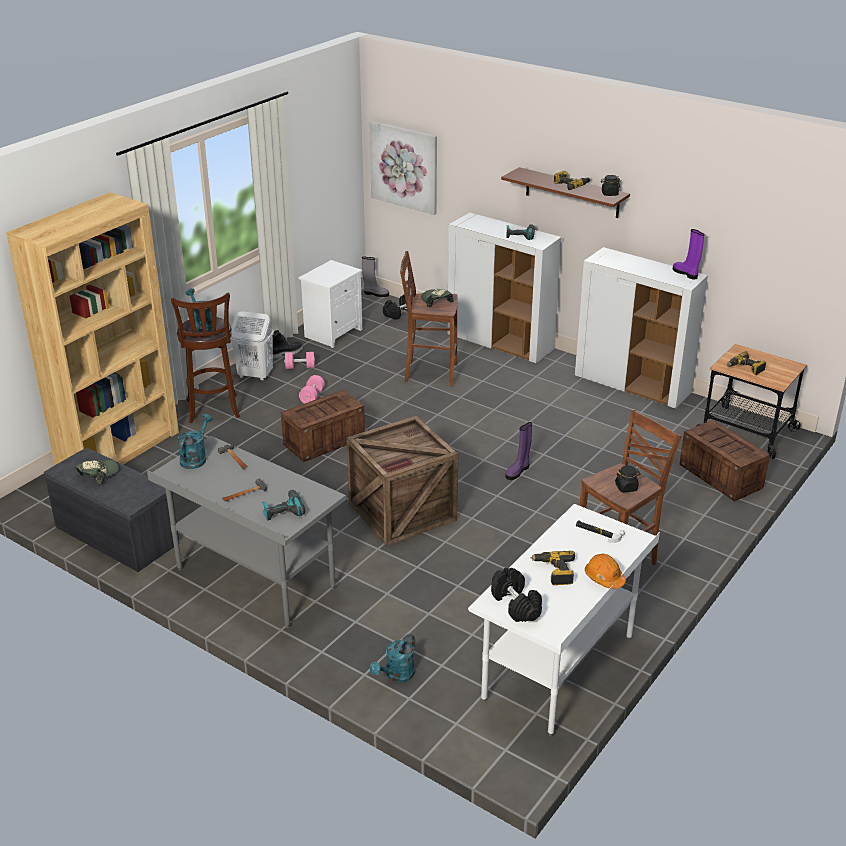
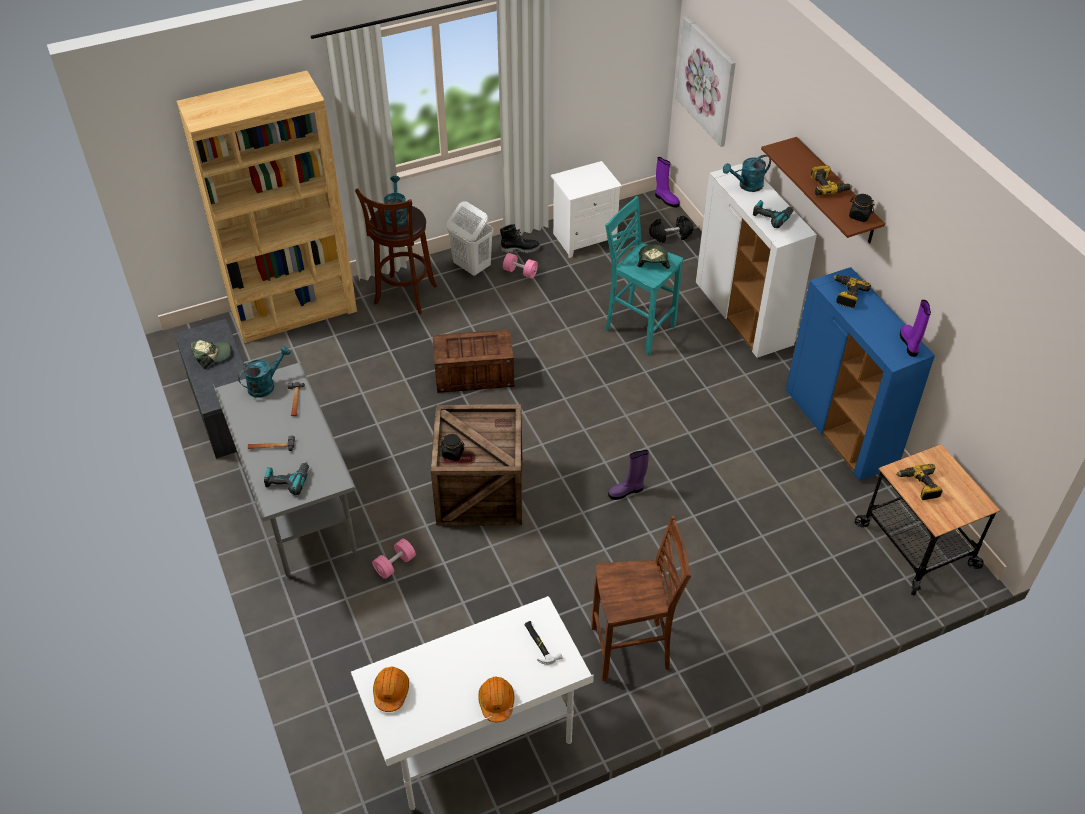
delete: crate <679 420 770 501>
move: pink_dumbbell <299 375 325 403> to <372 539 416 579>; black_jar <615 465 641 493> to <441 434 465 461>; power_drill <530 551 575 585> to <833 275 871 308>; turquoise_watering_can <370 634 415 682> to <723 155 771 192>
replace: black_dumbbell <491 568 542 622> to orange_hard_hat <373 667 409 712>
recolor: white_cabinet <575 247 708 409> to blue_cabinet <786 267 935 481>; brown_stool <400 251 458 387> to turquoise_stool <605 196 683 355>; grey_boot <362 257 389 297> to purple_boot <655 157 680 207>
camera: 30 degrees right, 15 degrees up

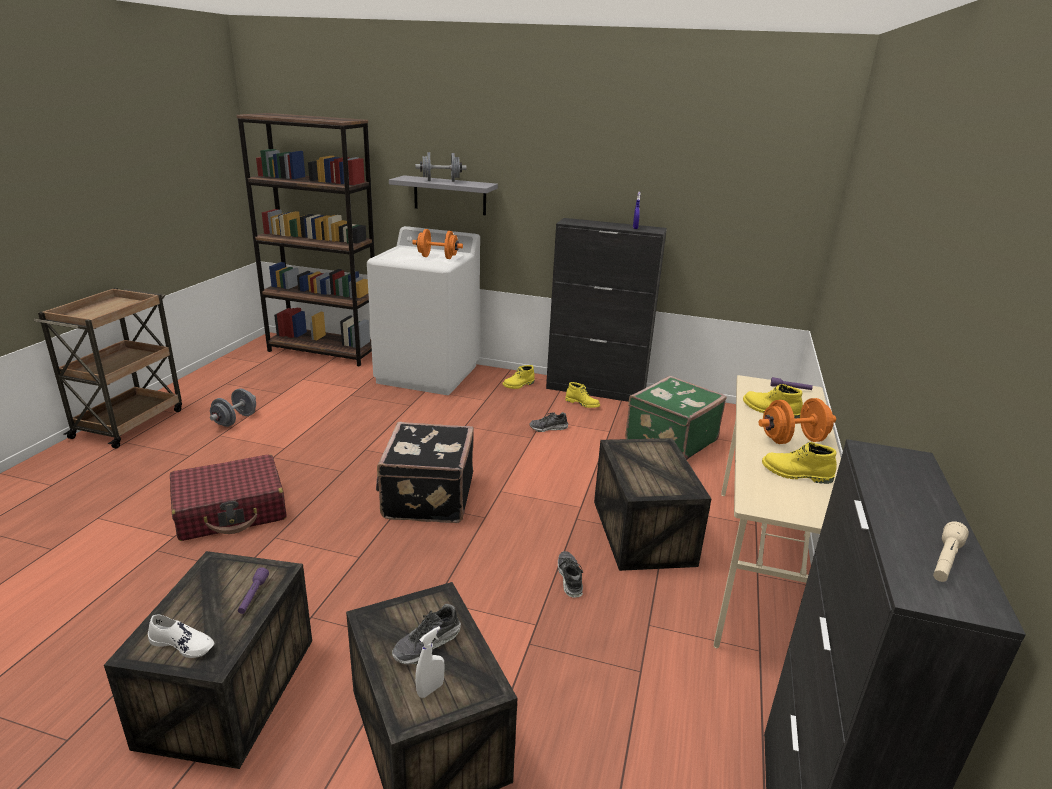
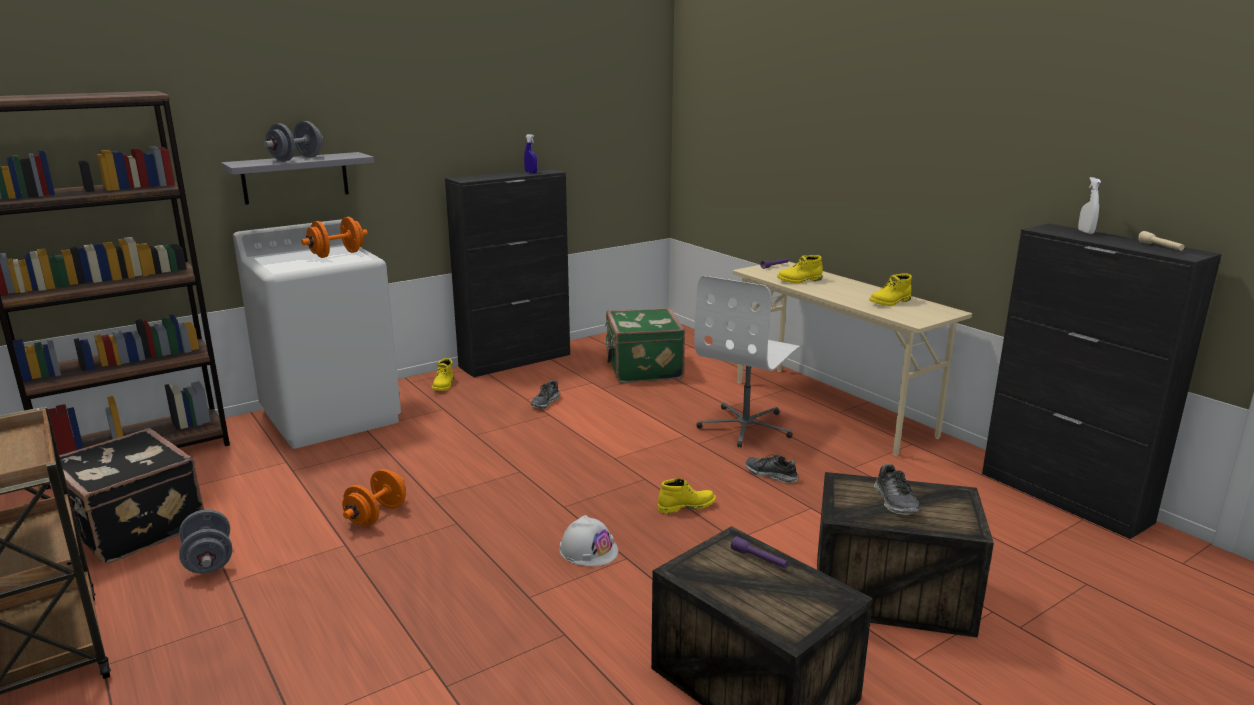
delete: red_suitcase <170 454 287 541>; white_shoe <148 615 214 658>
insert: white_hard_hat <559 515 618 566>
move: yellow_boot <565 382 600 408> to <658 478 716 514>; orange_dumbbell <759 398 836 444> to <342 469 406 526>; black_suitcase <376 422 474 523> to <49 428 204 563>; white_spray_bottle <415 626 445 698> to <1078 177 1101 234>
replace: crate <594 438 711 571> to white_office_chair <694 276 800 448>
camera: 50 degrees left, 5 degrees down

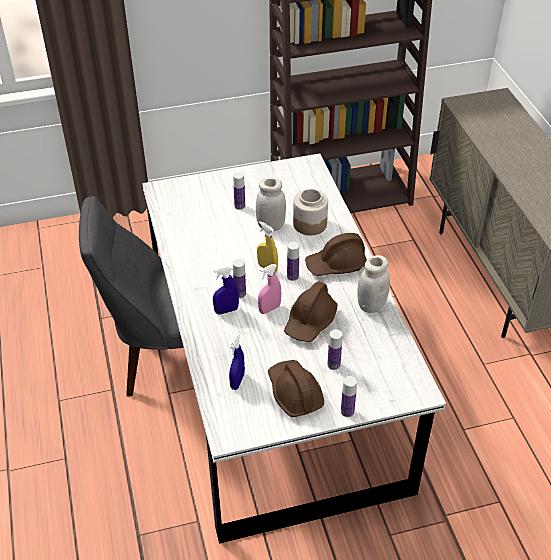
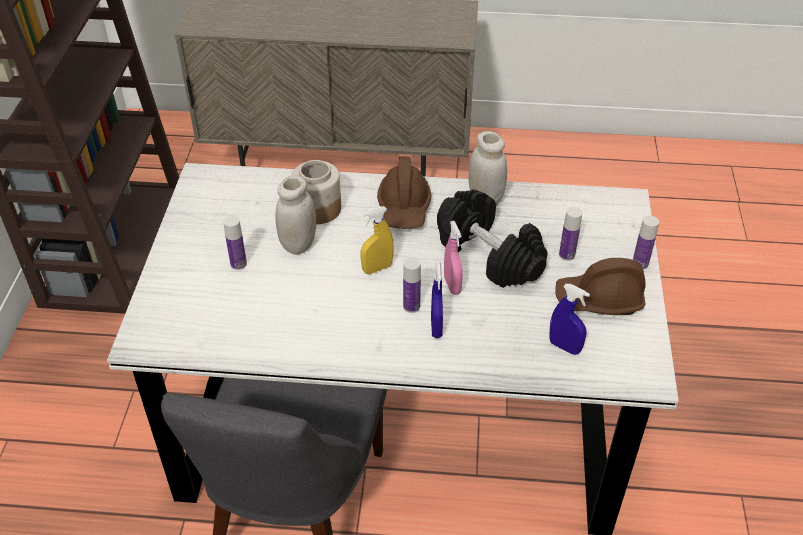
delete: bottle <287 242 299 281>
replace: brown_hard_hat <284 281 337 342> to black_dumbbell <437 189 547 288>
camera: 70 degrees left, 0 degrees up

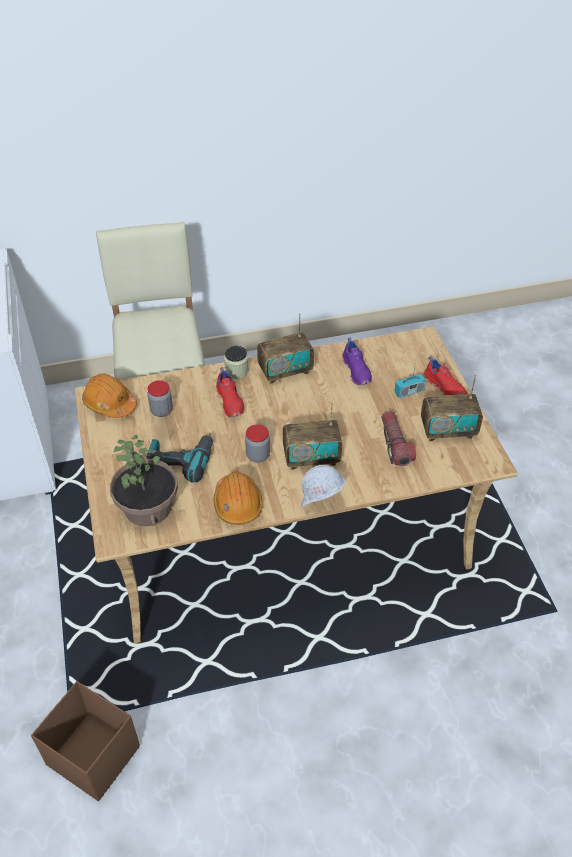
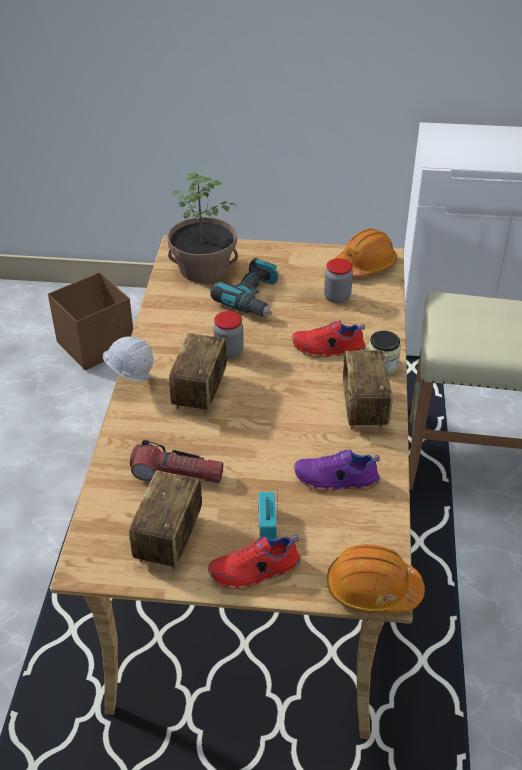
move: orange_hard_hat <213 472 263 525> to <326 544 425 613>
camera: 110 degrees right, 5 degrees down

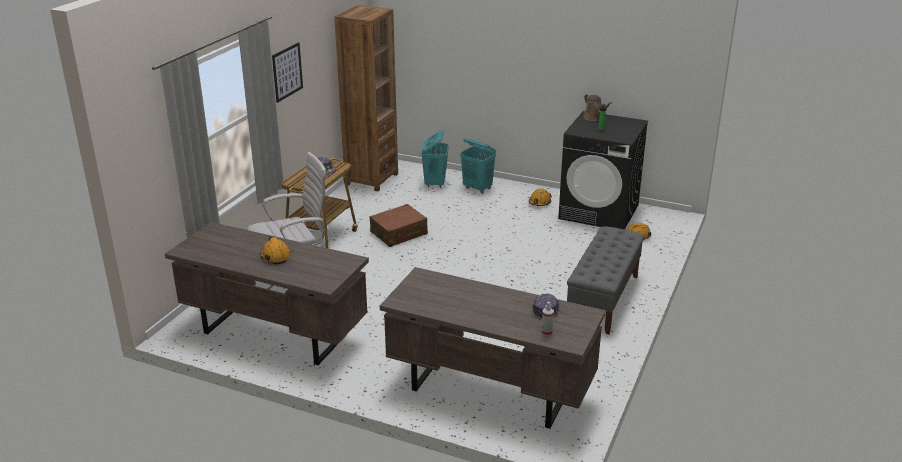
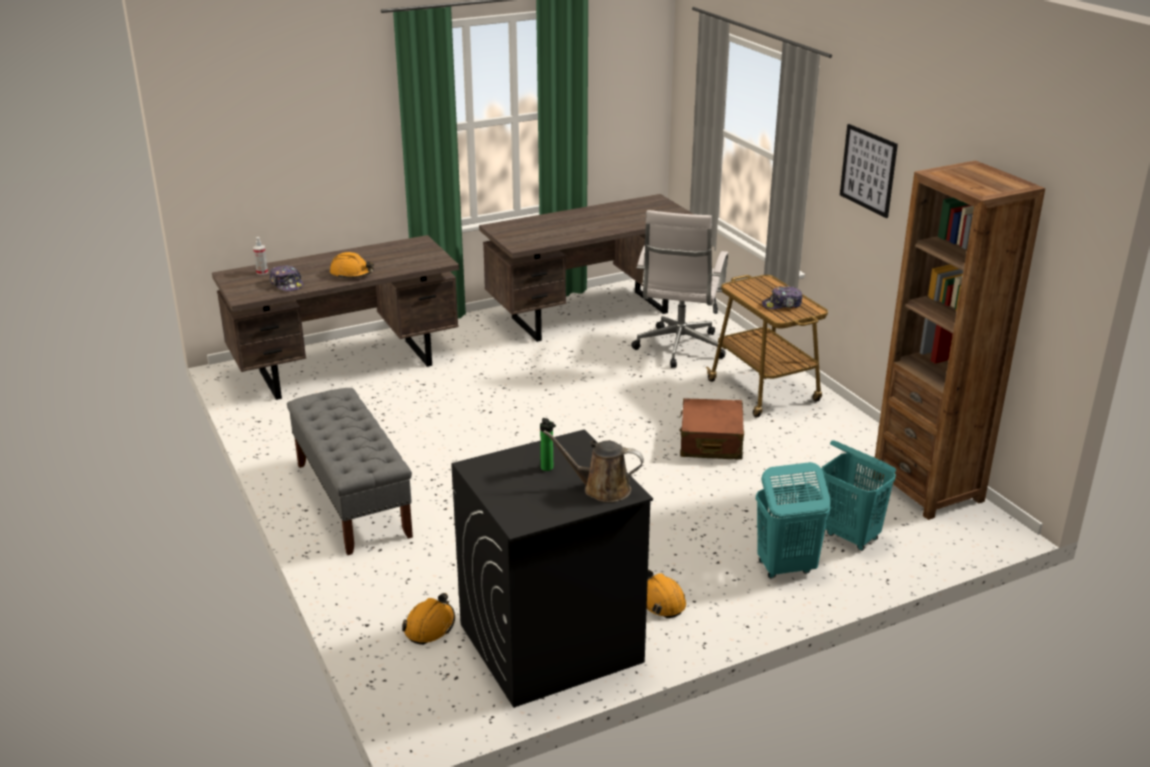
move: orange_hard_hat <261 236 291 265> to <330 252 374 279>
camera: 130 degrees right, 0 degrees up

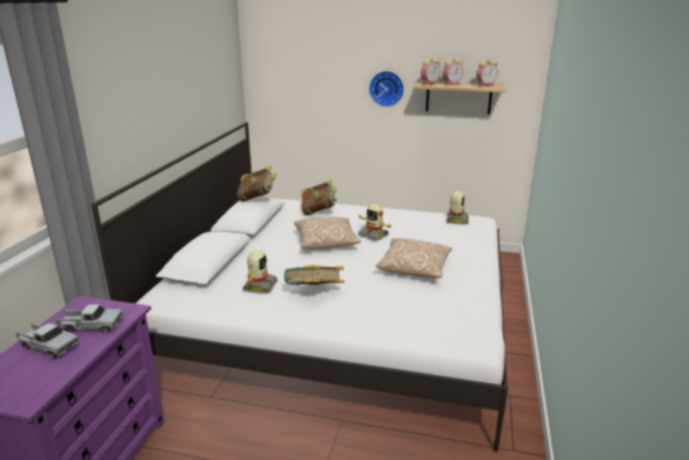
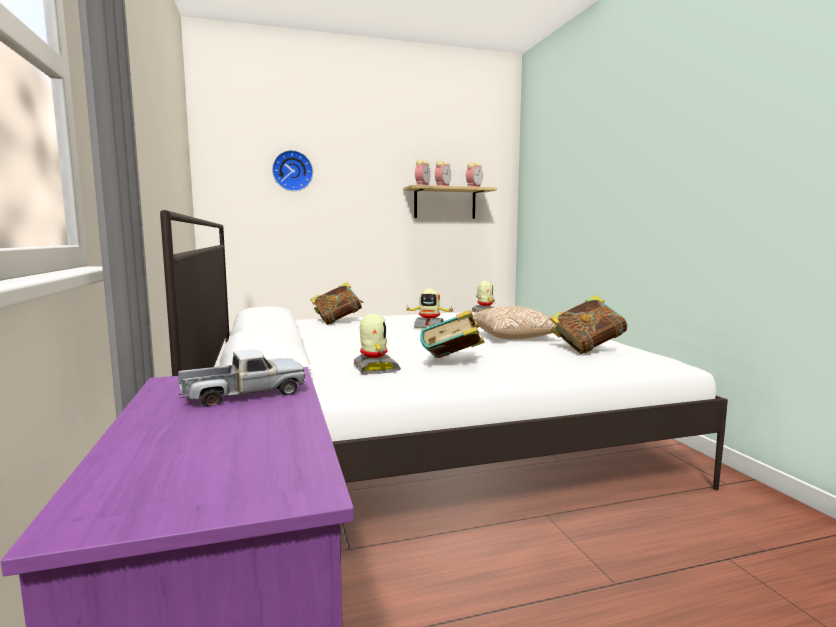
delete: pillow <294 217 361 249>; toy_truck <16 323 79 359>
move: wall_clock <369 71 404 107> to <272 150 313 191>; book <237 166 277 202> to <550 295 628 354>
camera: 30 degrees left, 15 degrees down

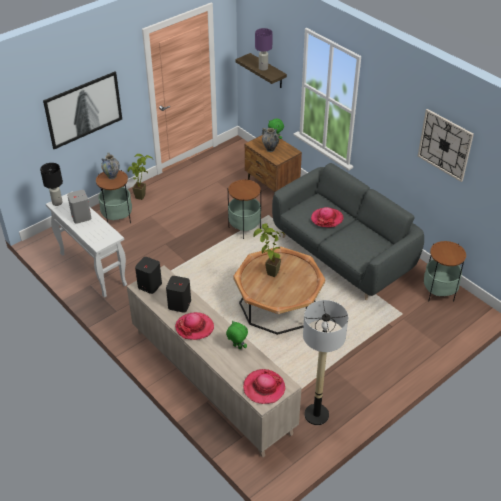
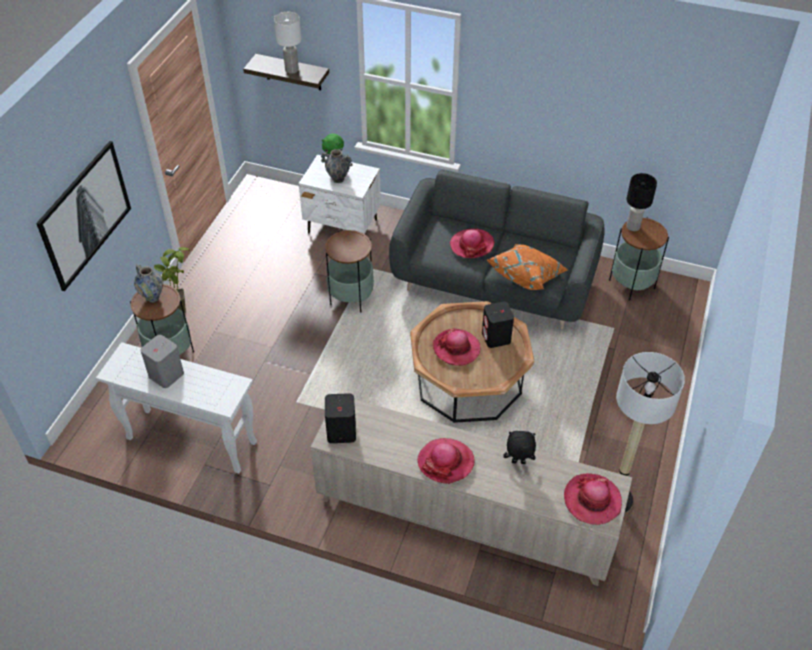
delete: wall_clock <418 109 474 182>
insert: orange_pillow <486 244 568 290>
move: black_table_lamp <40 163 63 206> to <626 173 657 231>; black_speaker <166 276 191 313> to <482 302 514 348>
replace: potted_plant <254 223 285 277> to hat <432 328 480 366>
recolor: purple_table_lamp <255 28 273 71> to white_table_lamp <274 12 302 74>; brown_nightstand <245 135 302 193> to white_nightstand <299 155 381 234>; green_plush_toy <226 321 248 349> to black_plush_toy <504 431 536 464>
camera: 30 degrees left, 5 degrees up

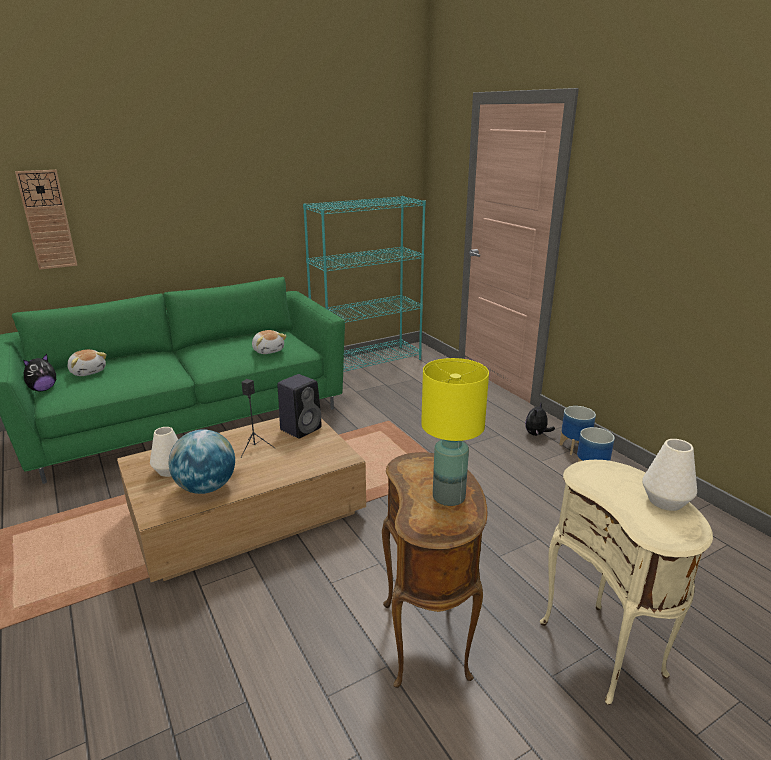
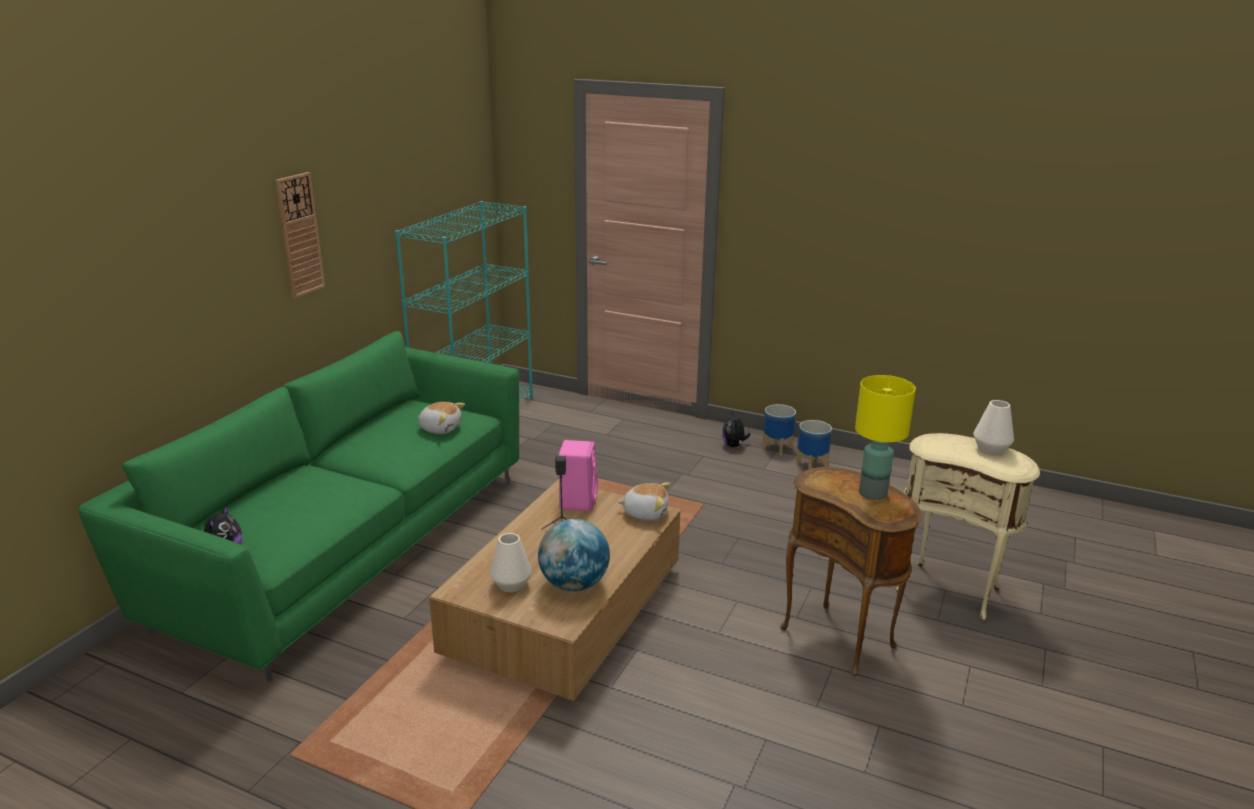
move: wall_clock <15 170 78 270> to <275 172 325 298>; plush_toy <68 349 107 376> to <618 482 670 521>
recolor: black_speaker <277 374 322 439> to pink_speaker <558 440 598 511>
camera: 35 degrees left, 0 degrees up

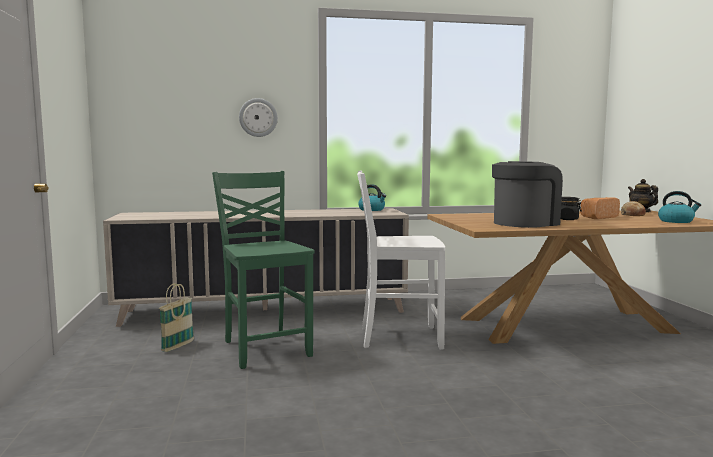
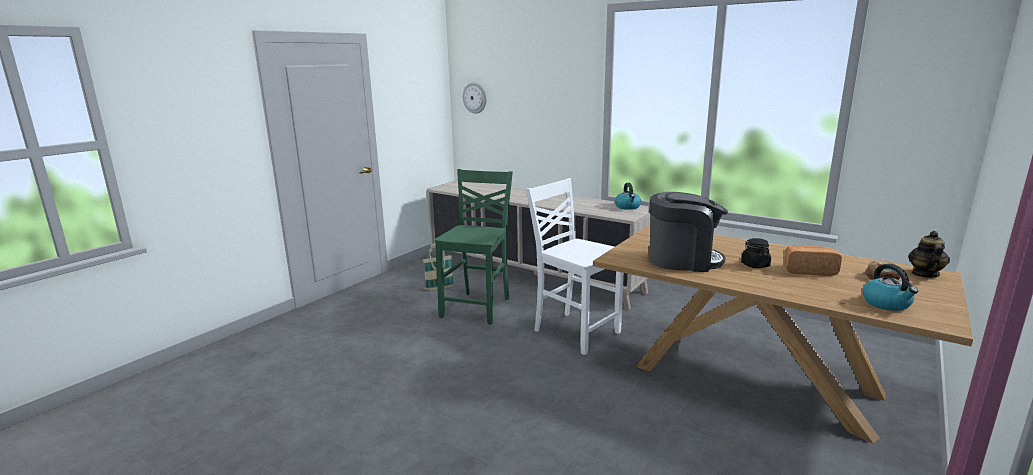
move: wall_clock <239 98 278 137> to <462 82 486 114>
camera: 45 degrees right, 10 degrees up

